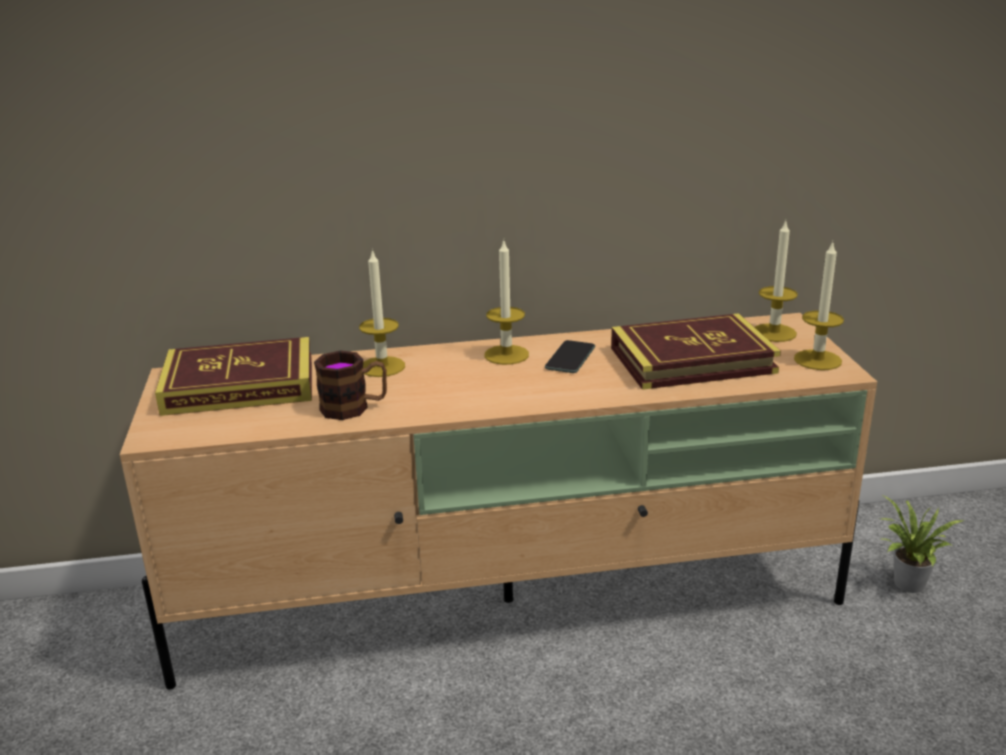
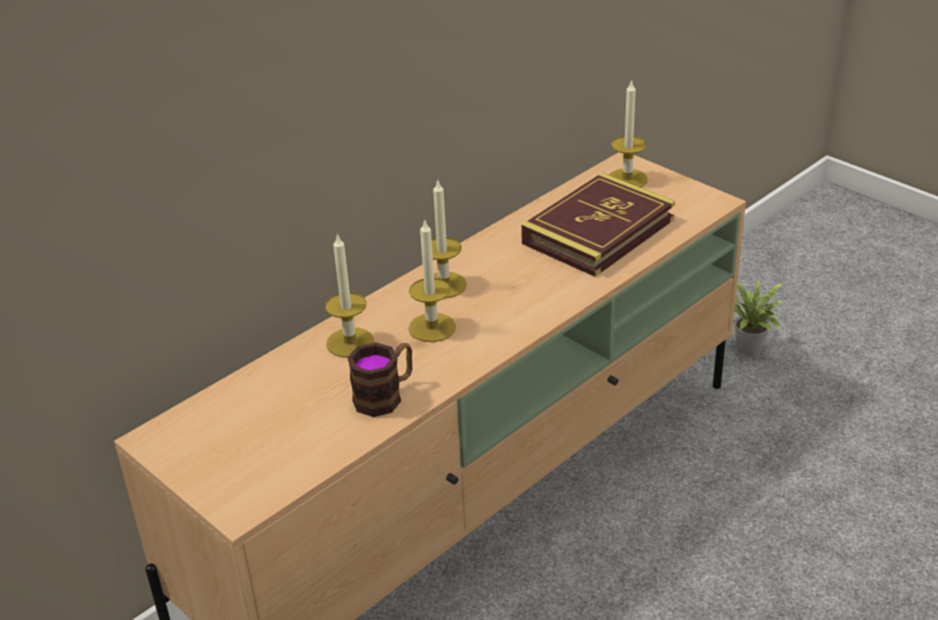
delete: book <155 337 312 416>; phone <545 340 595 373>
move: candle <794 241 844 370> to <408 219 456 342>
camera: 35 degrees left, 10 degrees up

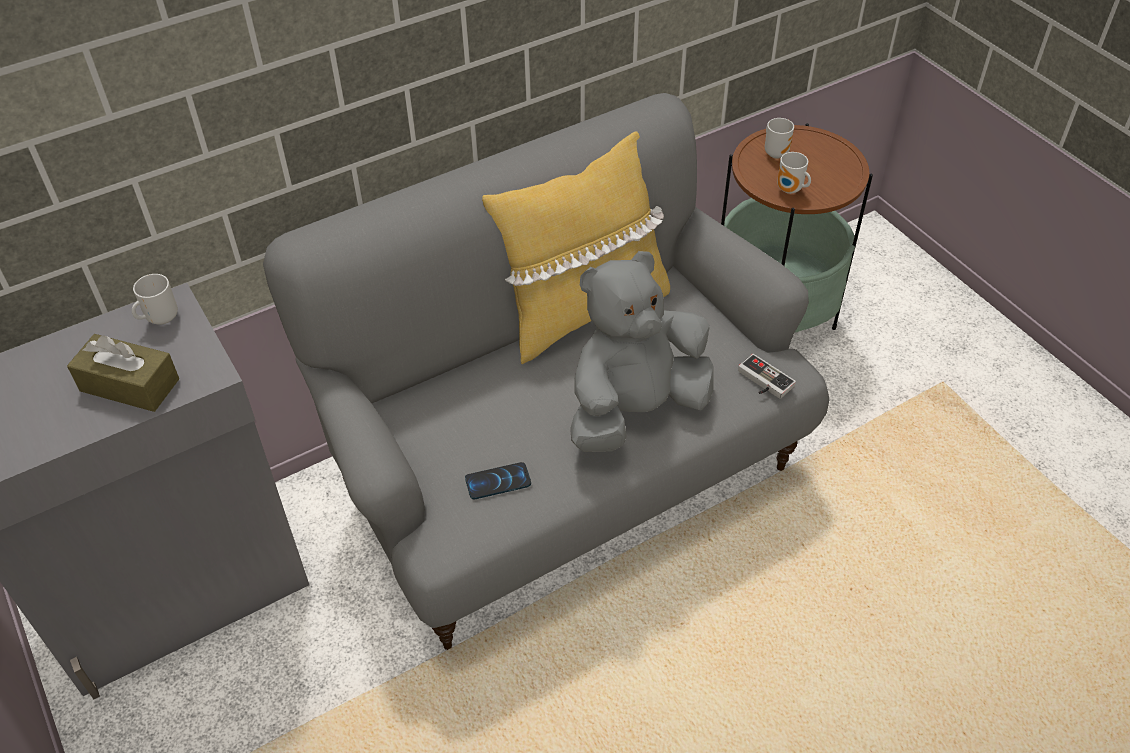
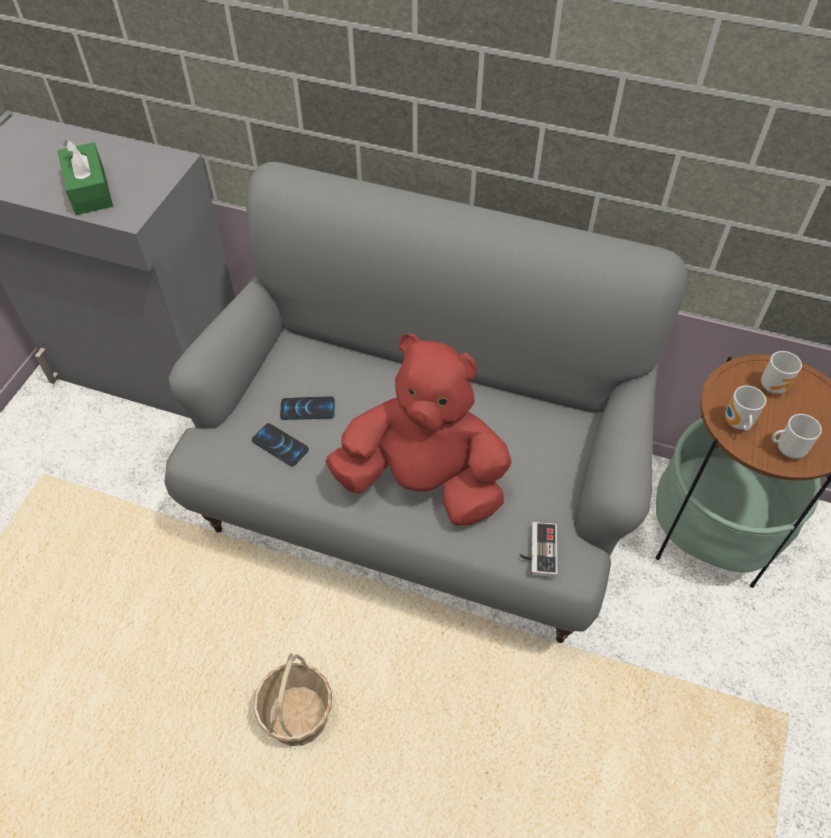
delete: yellow_pillow <482 131 670 364>
insert: phone <280 396 335 420>; basket <254 653 332 746>
move: mug <132 274 178 324> to <772 414 822 459>
recolor: grey_plush_toy <570 251 714 452> to red_plush_toy <325 334 512 525>; brown_tissue_box <67 334 179 412> to green_tissue_box <58 140 113 215>
camera: 50 degrees right, 5 degrees up

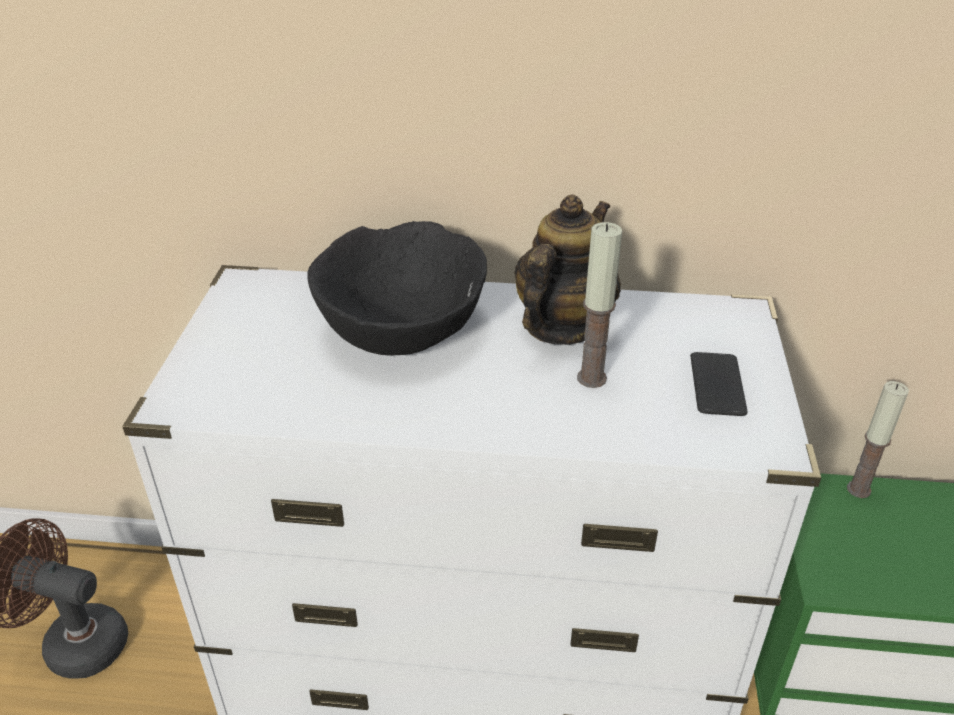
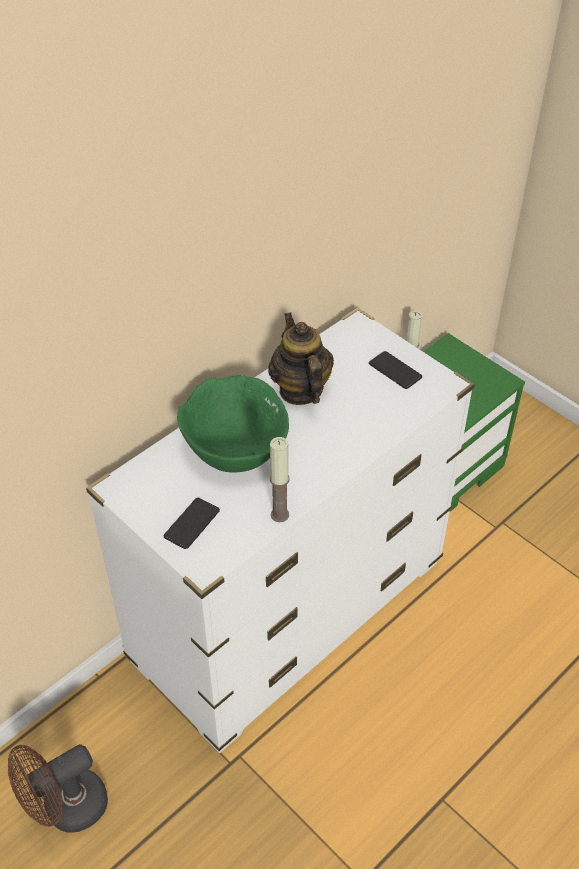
insert: phone <164 498 220 549>
move: candle <577 222 622 388> to <270 437 290 523>
recolor: black_bowl <307 221 487 356> to green_bowl <177 375 289 473>
camera: 50 degrees left, 10 degrees up

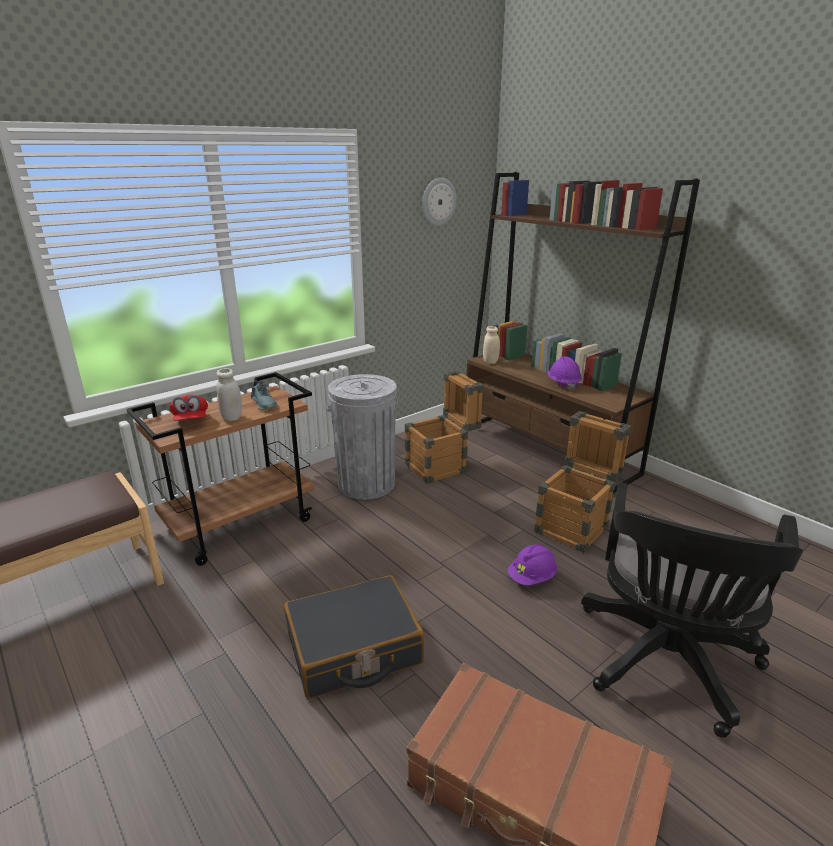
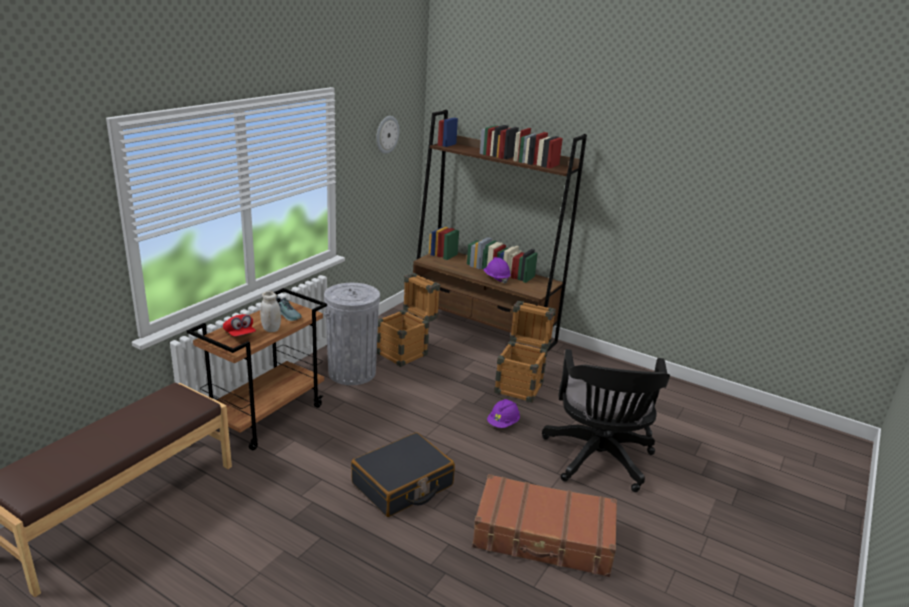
delete: beige_jar <483 326 500 364>
camera: 20 degrees left, 0 degrees up

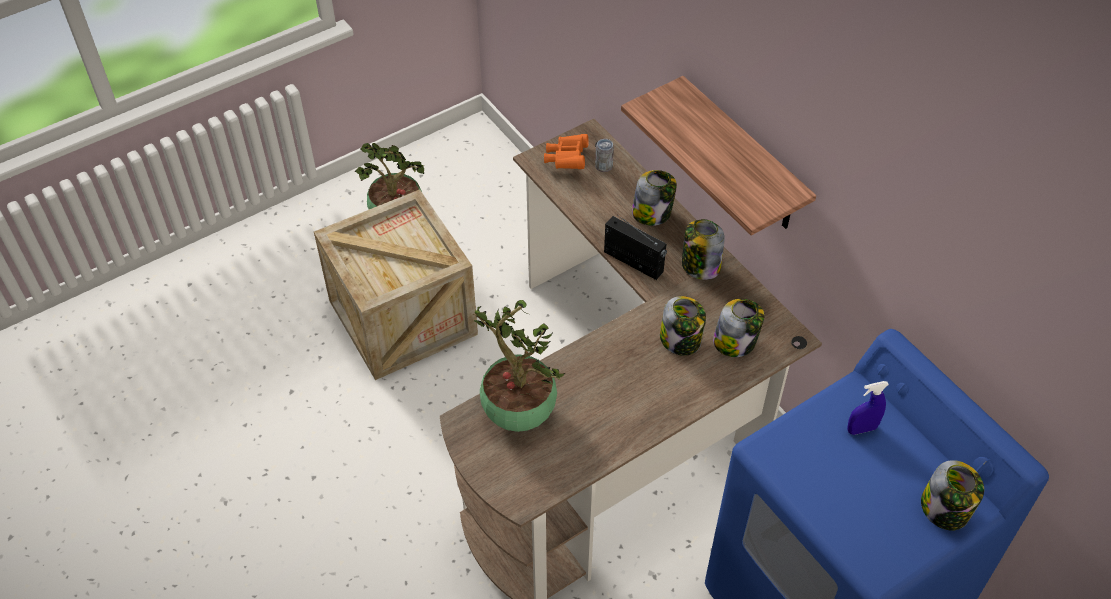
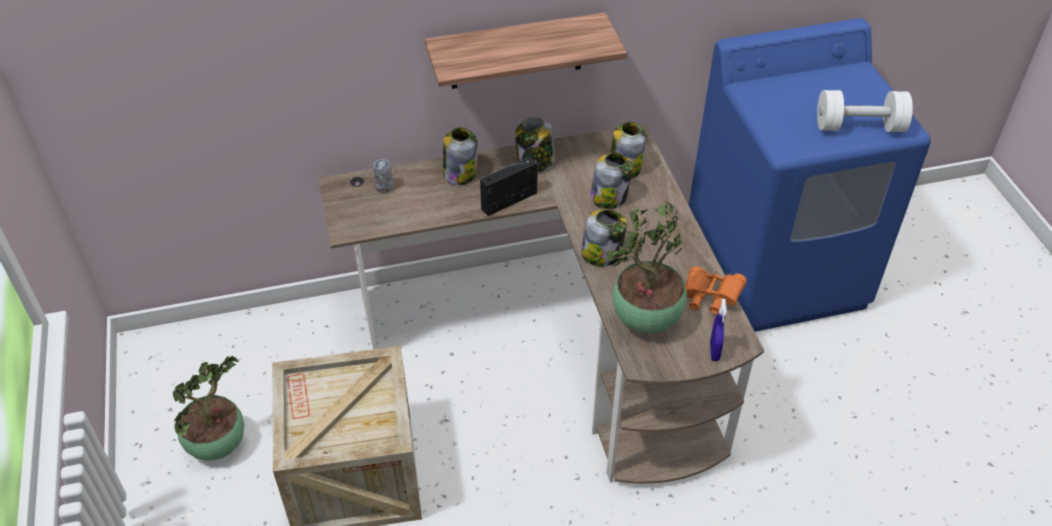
insert: white_dumbbell <817 90 913 132>
move: orange_binoculars <544 134 588 169> to <685 266 747 314>; blue_spray_bottle <847 381 889 435> to <710 299 727 361>; jar <921 460 984 531> to <581 209 627 267>
camera: 70 degrees left, 5 degrees down

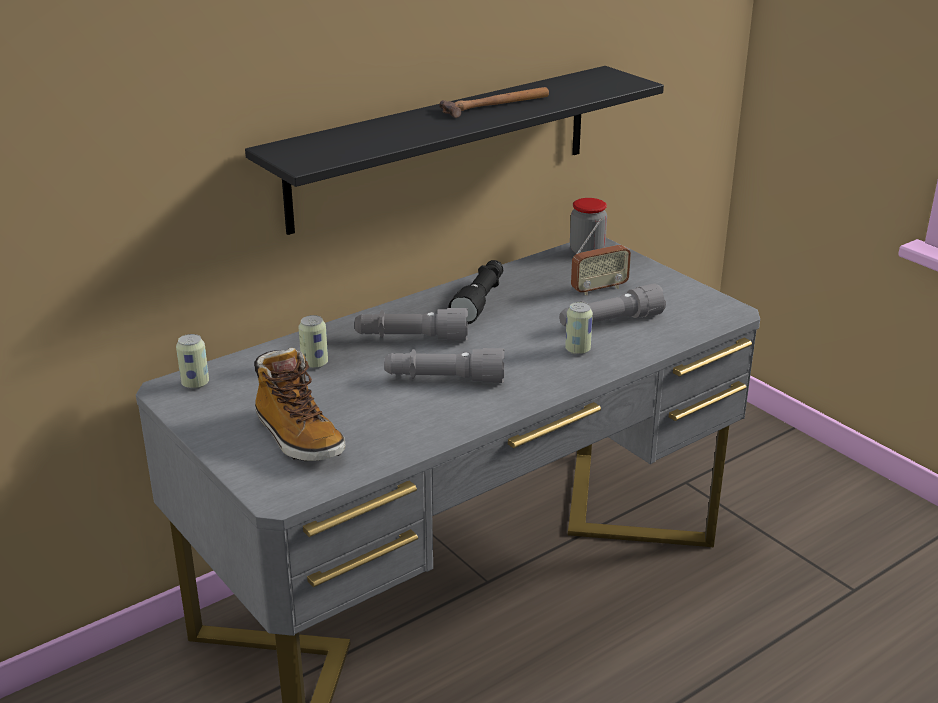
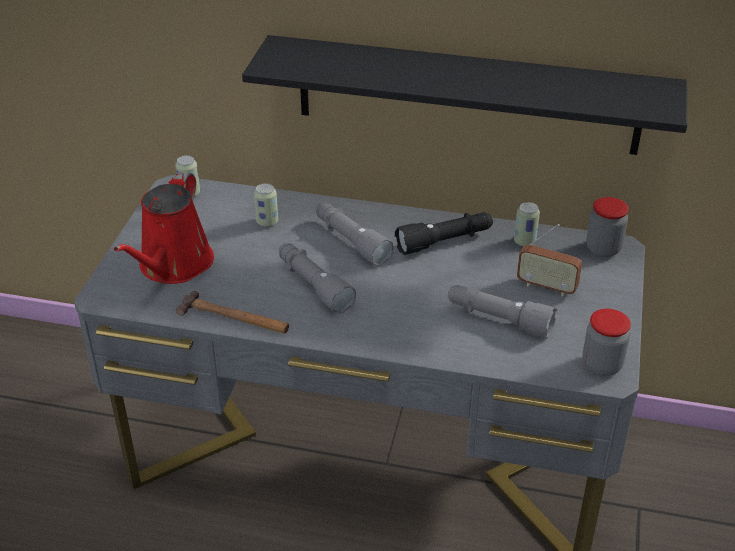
insert: jar <583 309 631 376>
move: hammer <439 87 549 118> to <176 291 289 334>; can <565 302 593 355> to <514 202 540 246>
replace: boot <254 348 345 461> to red_watering_can <114 172 214 284>
camera: 50 degrees right, 10 degrees up

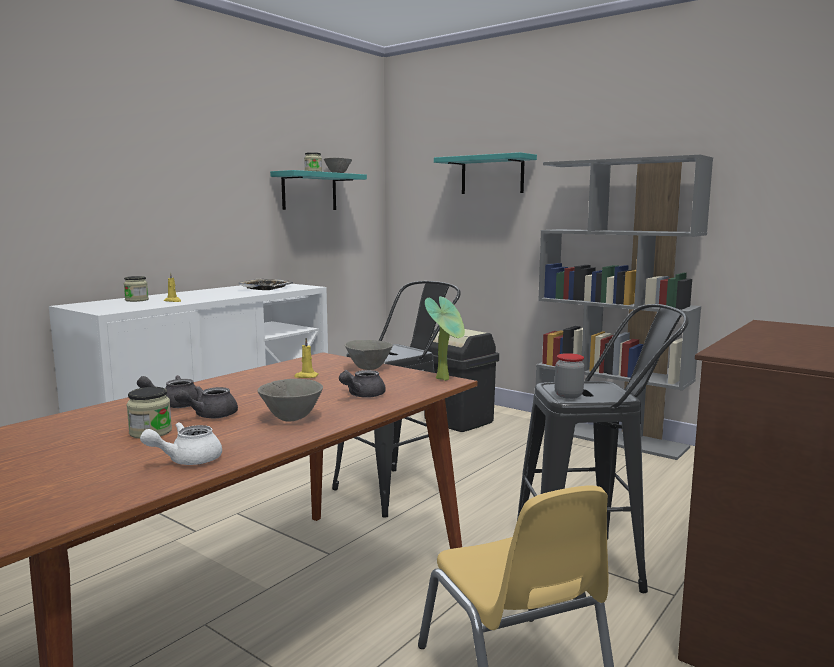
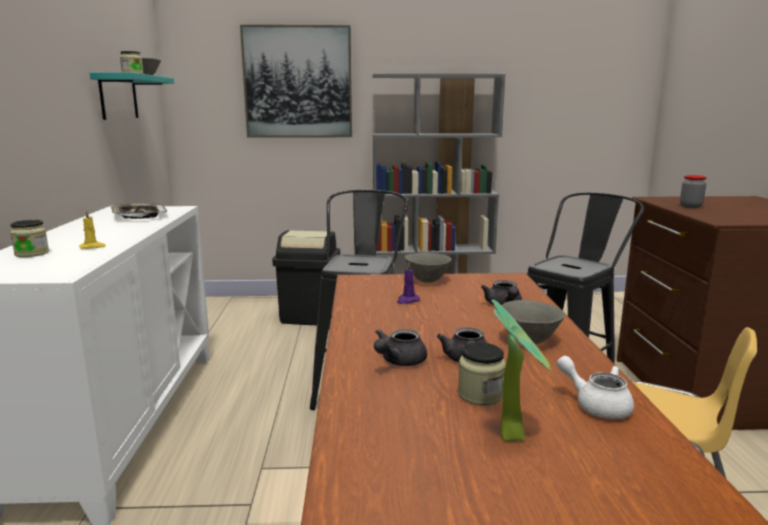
move: potted_plant <425 296 465 381> to <491 299 551 442>; jar <555 353 585 399> to <680 175 707 208>
replace: turquoise_shelf <434 152 537 194> to picture <240 25 352 138>
recolor: yellow_candle <294 338 319 378> to purple_candle <397 262 420 304>
rotate: white_teapot <140 422 222 465> = <557 356 634 419> 120 degrees clockwise
camera: 40 degrees left, 5 degrees up

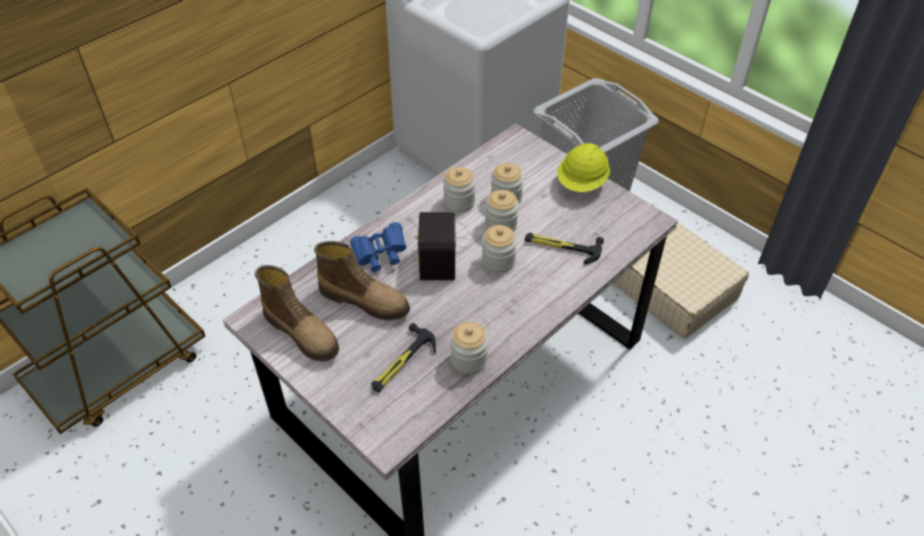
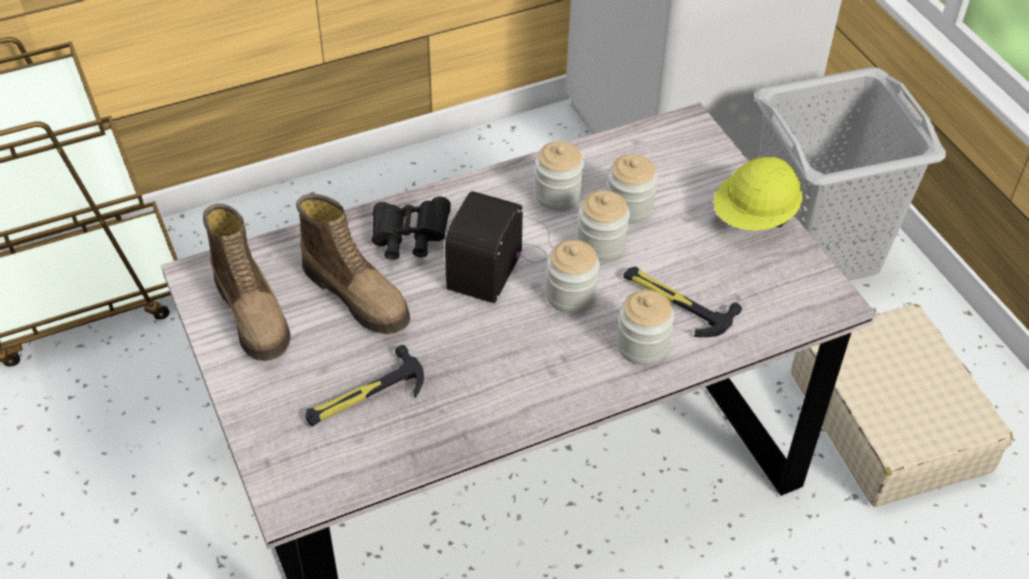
move: jar <450 322 488 374> to <616 290 674 365>
recolor: blue_binoculars <350 222 407 272> to black_binoculars <372 197 451 260>
camera: 20 degrees right, 0 degrees up

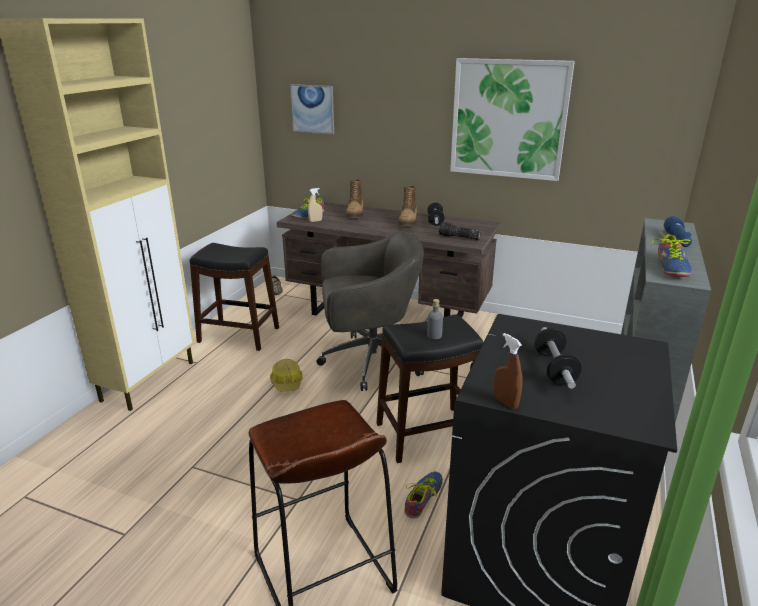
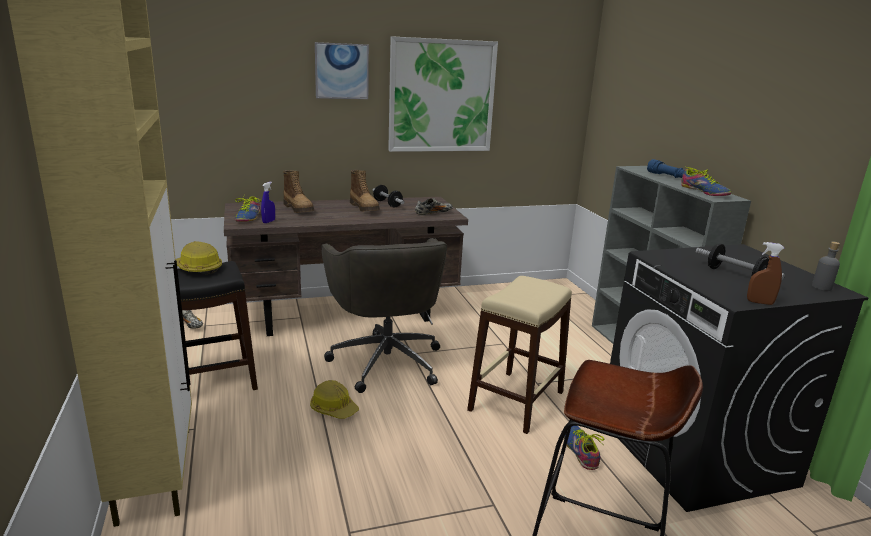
insert: hard_hat <176 241 222 274>
move: picture <290 84 334 134> to <315 42 369 99>; grey_bottle <427 299 443 339> to <812 242 840 291>
replace: flashlight <439 222 481 240> to shoe <415 198 453 215>
recolor: beige_spray_bottle <308 188 322 222> to blue_spray_bottle <261 182 275 223>; black_stool <377 314 484 463> to beige_stool <467 276 572 434>
rotate: grey_office_chair <316 231 424 391> = <321 238 447 393> 120 degrees clockwise
camera: 40 degrees left, 5 degrees down

